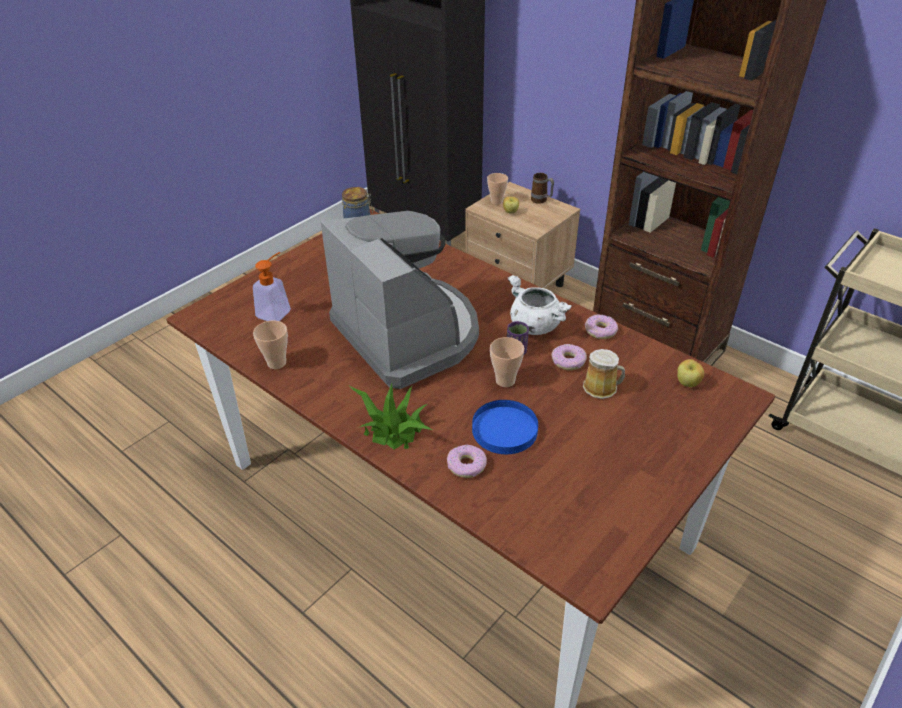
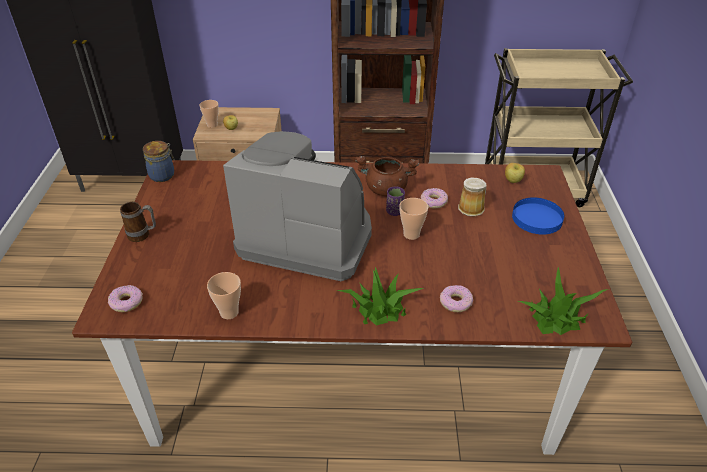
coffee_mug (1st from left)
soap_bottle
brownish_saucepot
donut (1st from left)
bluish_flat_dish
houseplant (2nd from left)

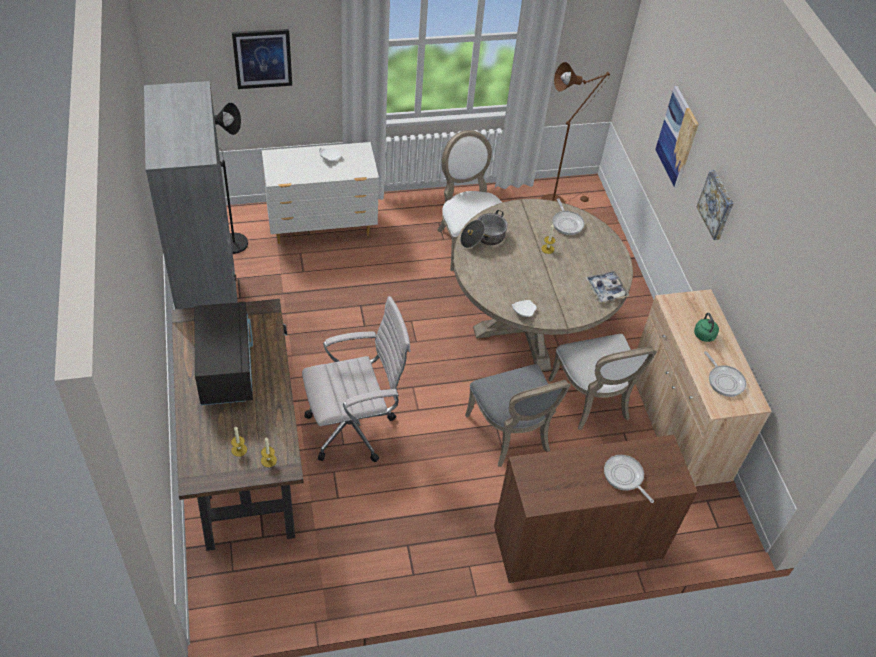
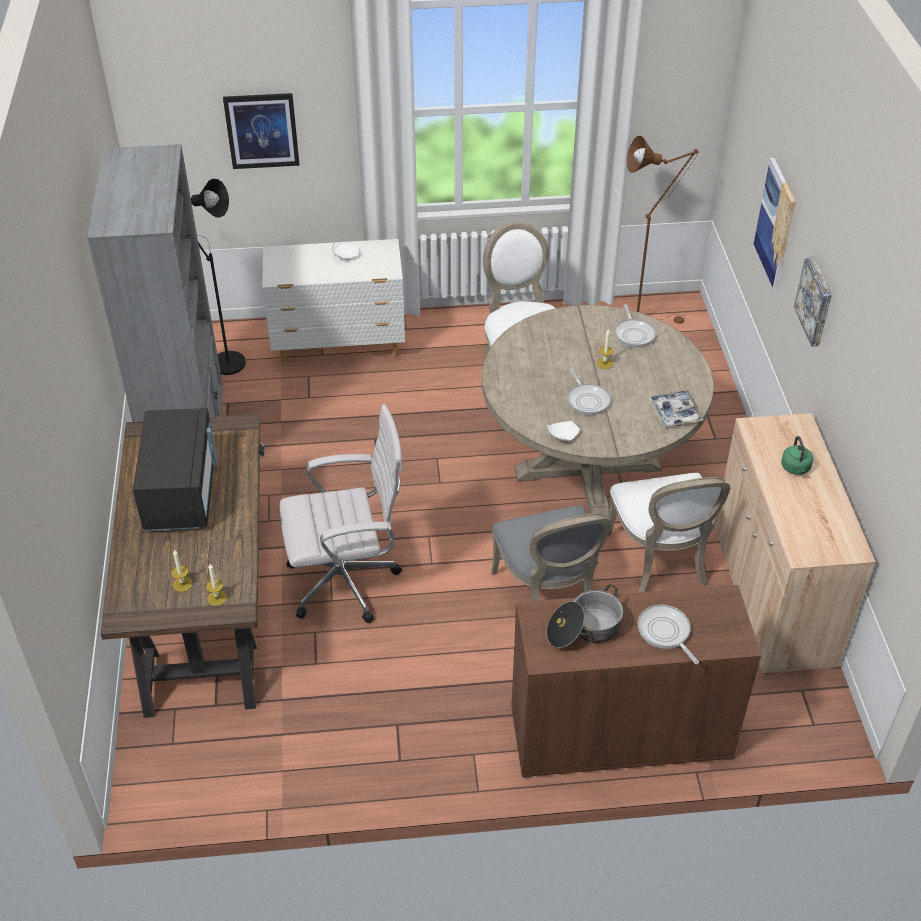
saucepot
pan (1st from left)

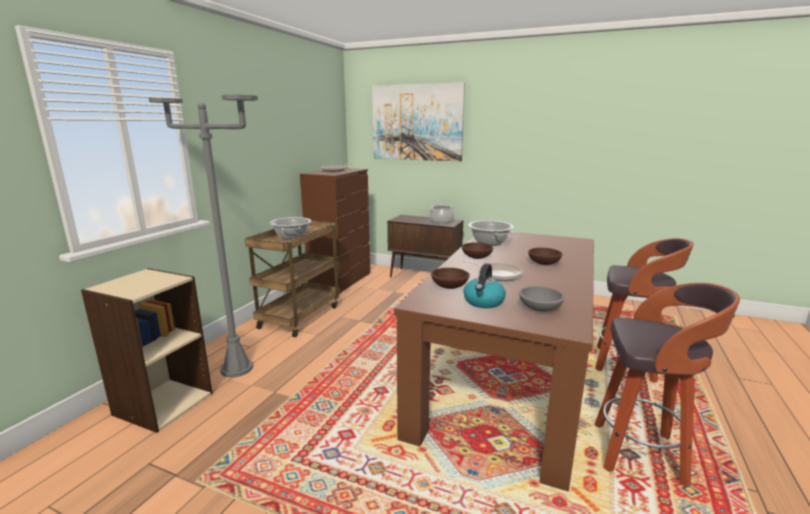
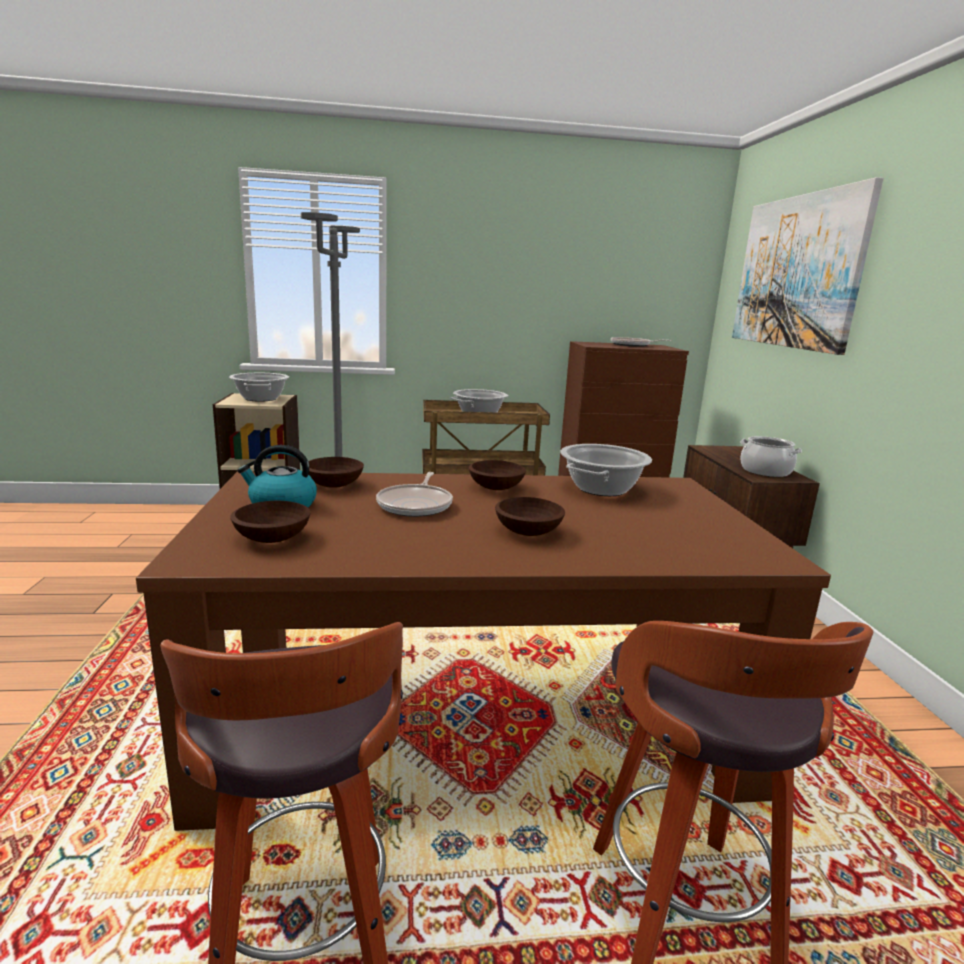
brownish_serving_bowl (1st from left)
saucepot (1st from left)

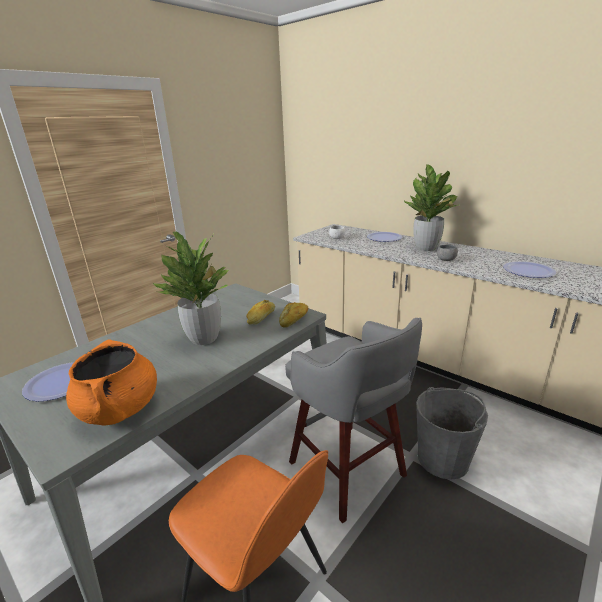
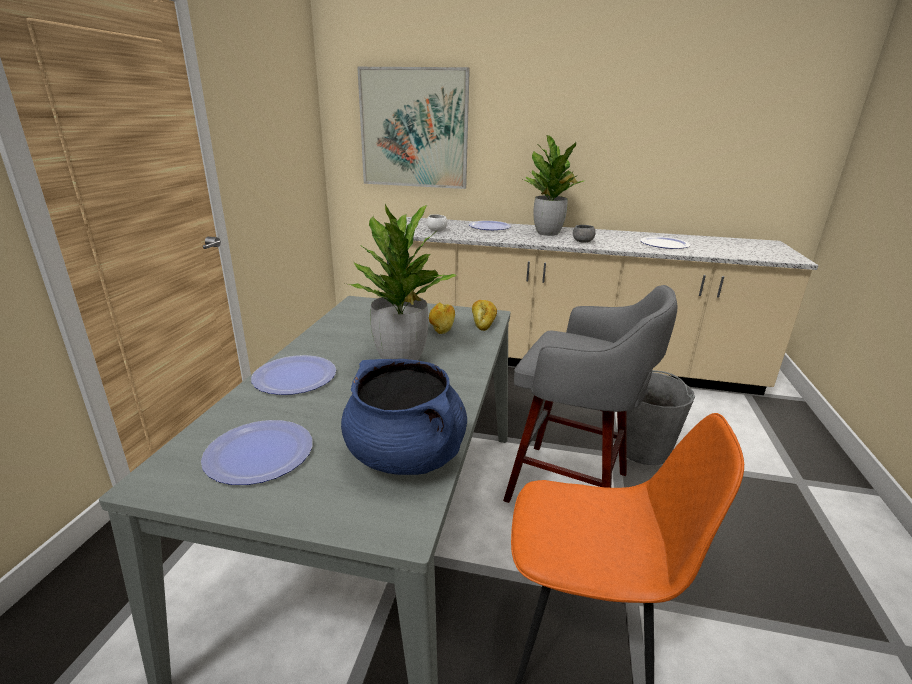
bluish_saucepot
picture
flat_dish (2nd from left)

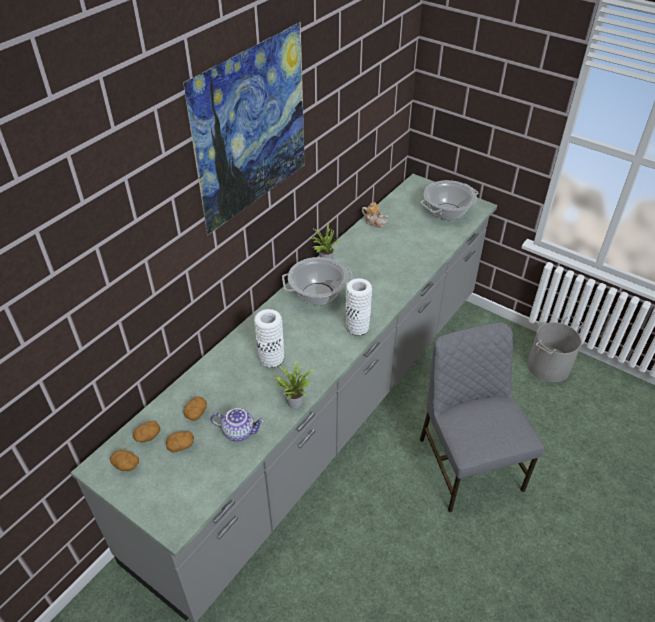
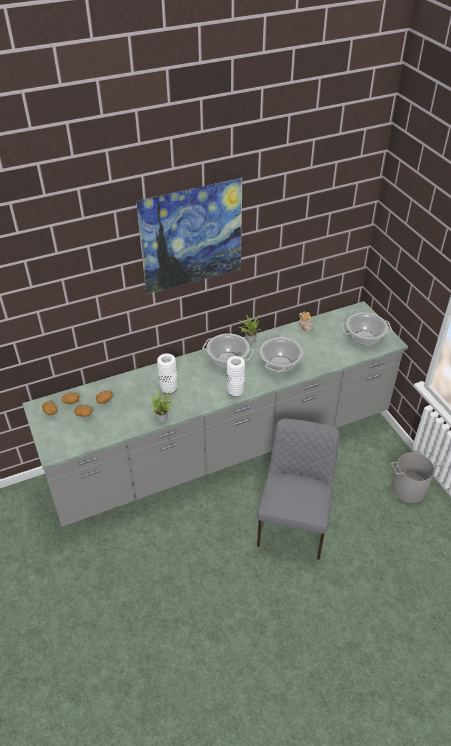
tea_pot (1st from left in the first image)
saucepot (2nd from left)

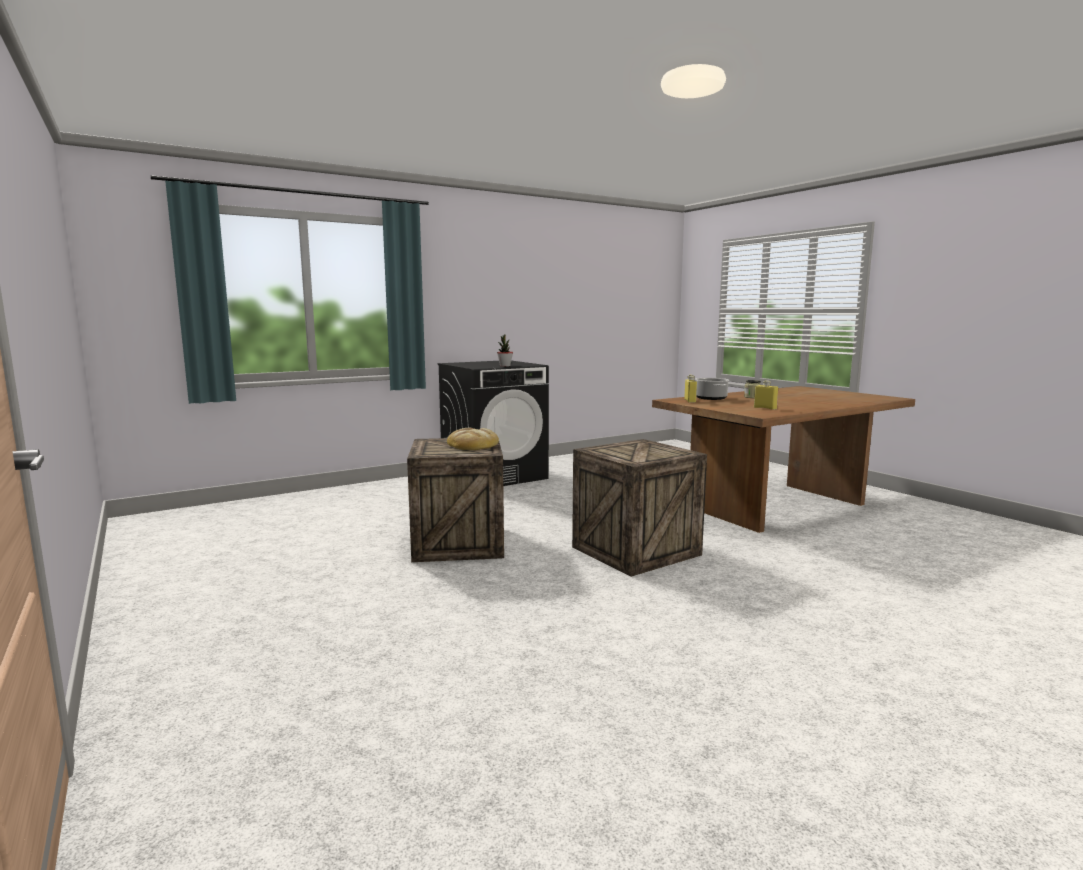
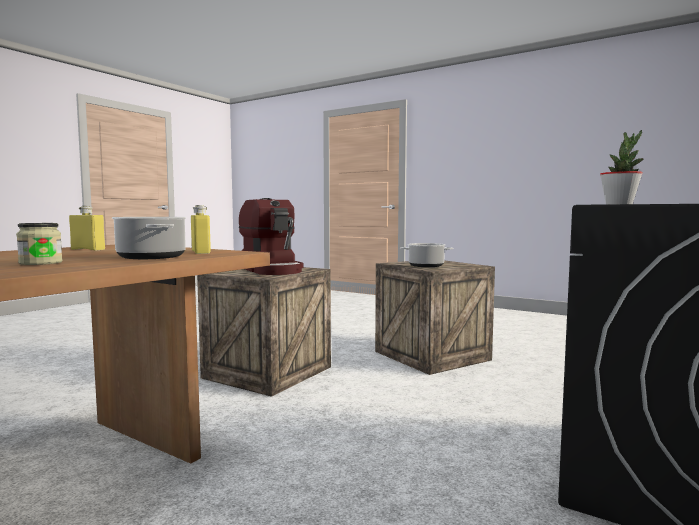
saucepot (2nd from left)
coffee_brewer

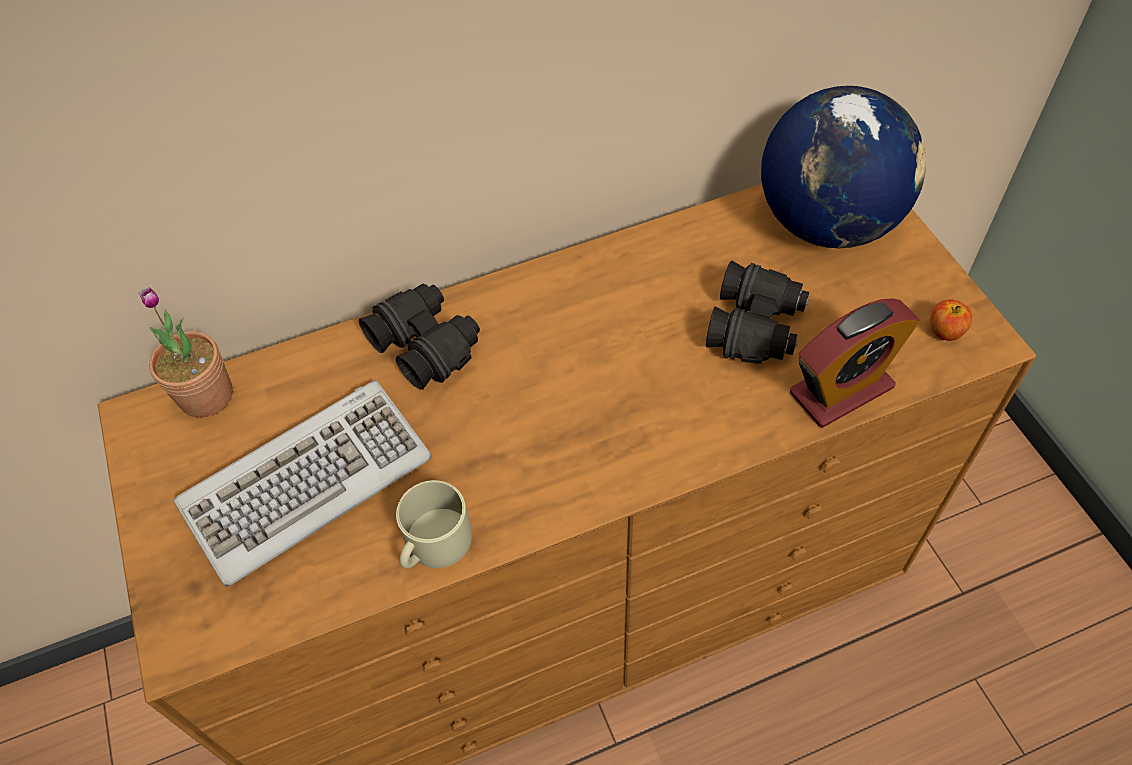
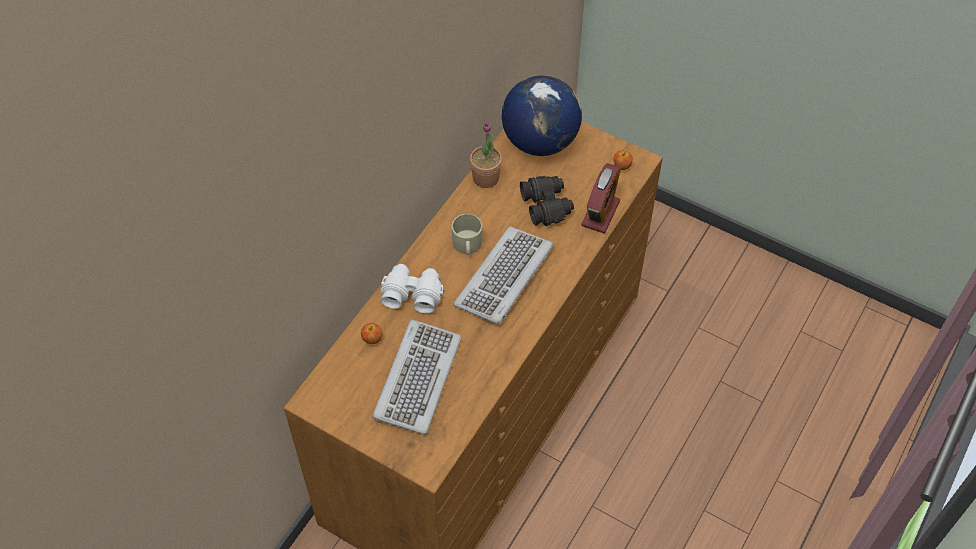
white-coloured_pair_of_binoculars
houseplant
beige-coloured_coffee_mug
PC_keyboard (2nd from left)
apple_fruit (1st from left)

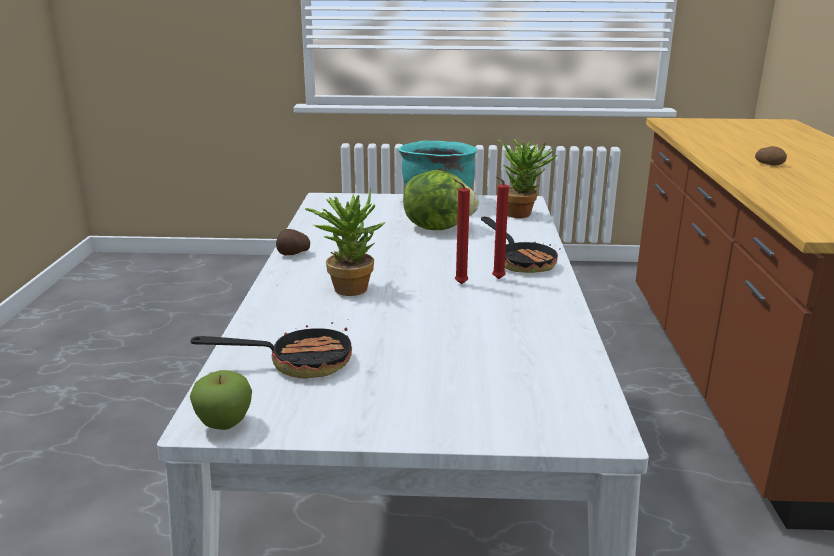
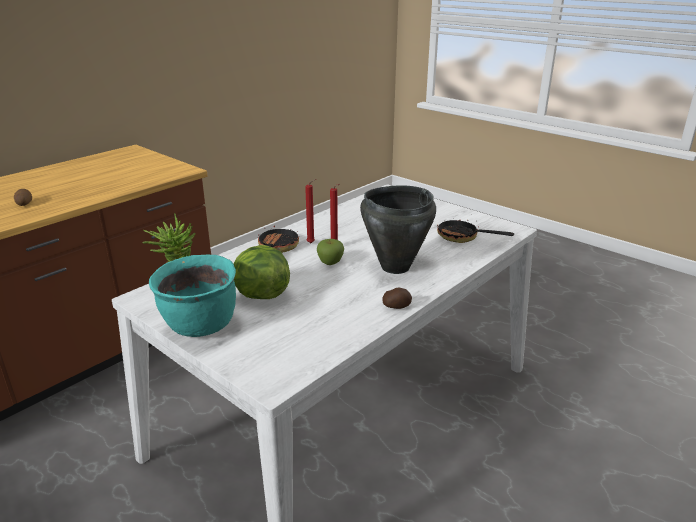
black-coloured_saucepot
apple_fruit

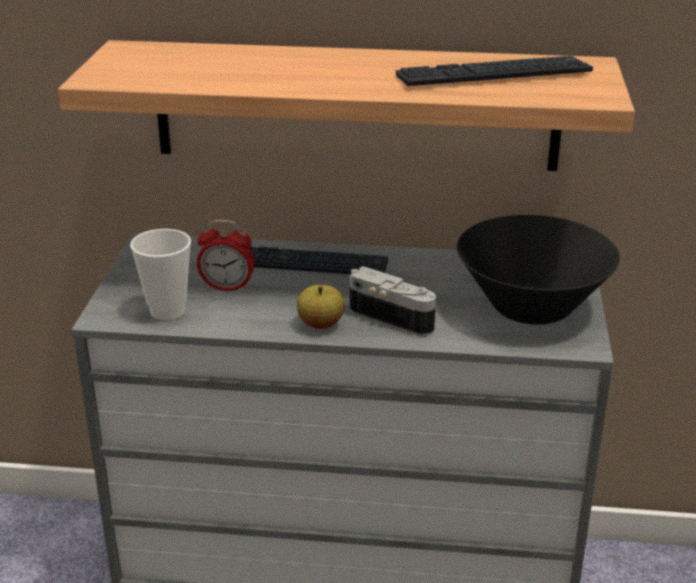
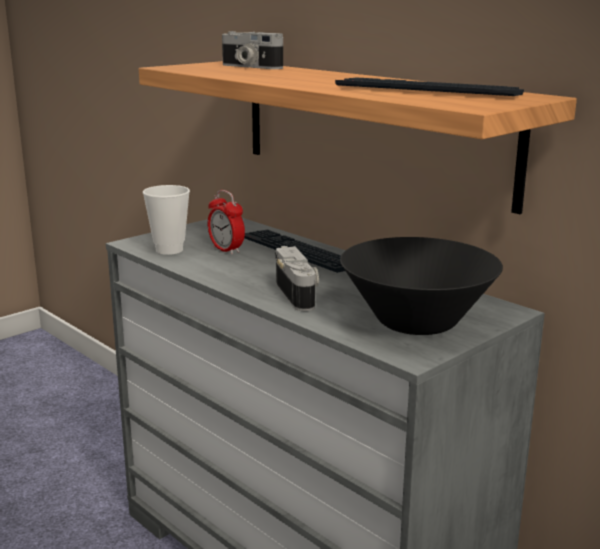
apple_fruit
still_camera (1st from left)

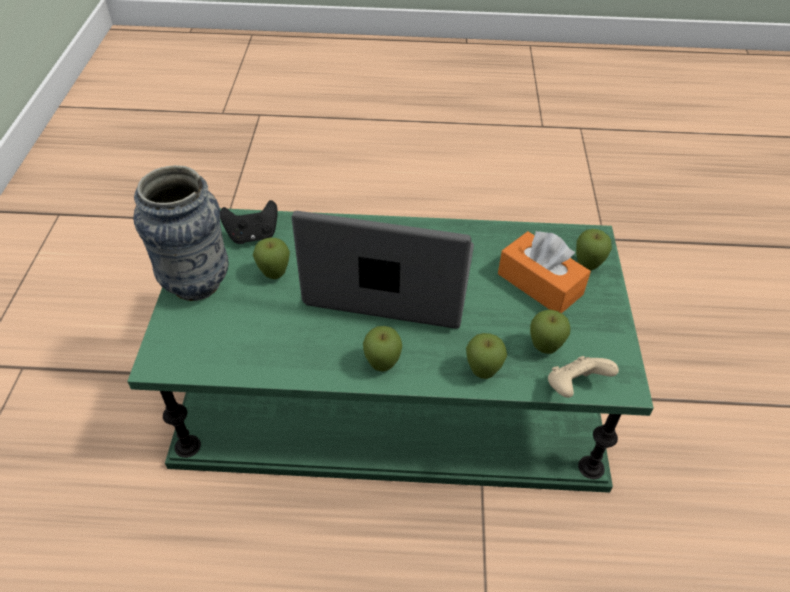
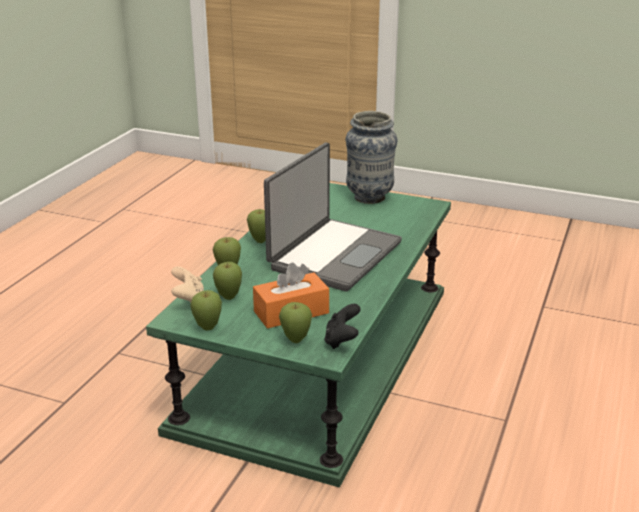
black-coloured_joypad
apple_fruit (1st from left)

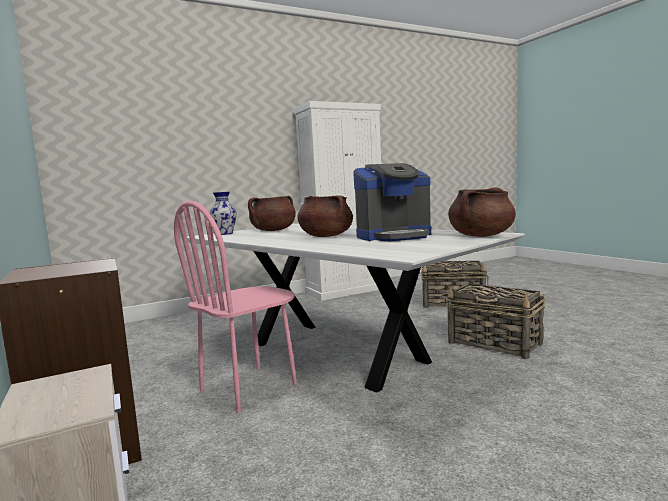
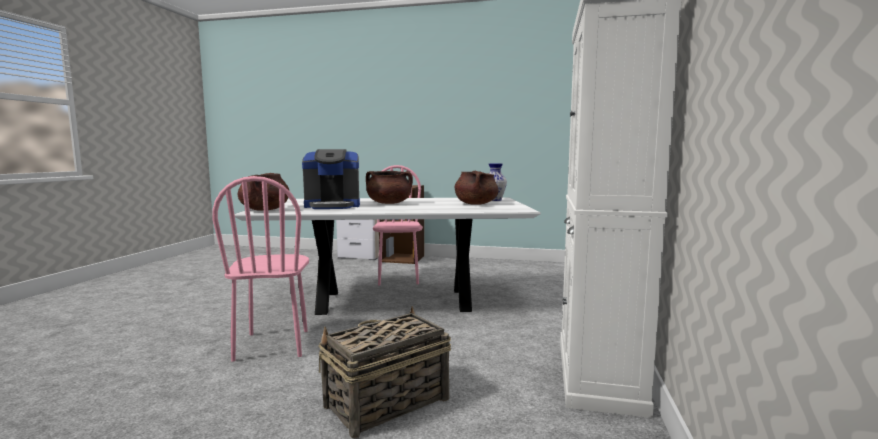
coffee_brewer
pink_chair (1st from left)

